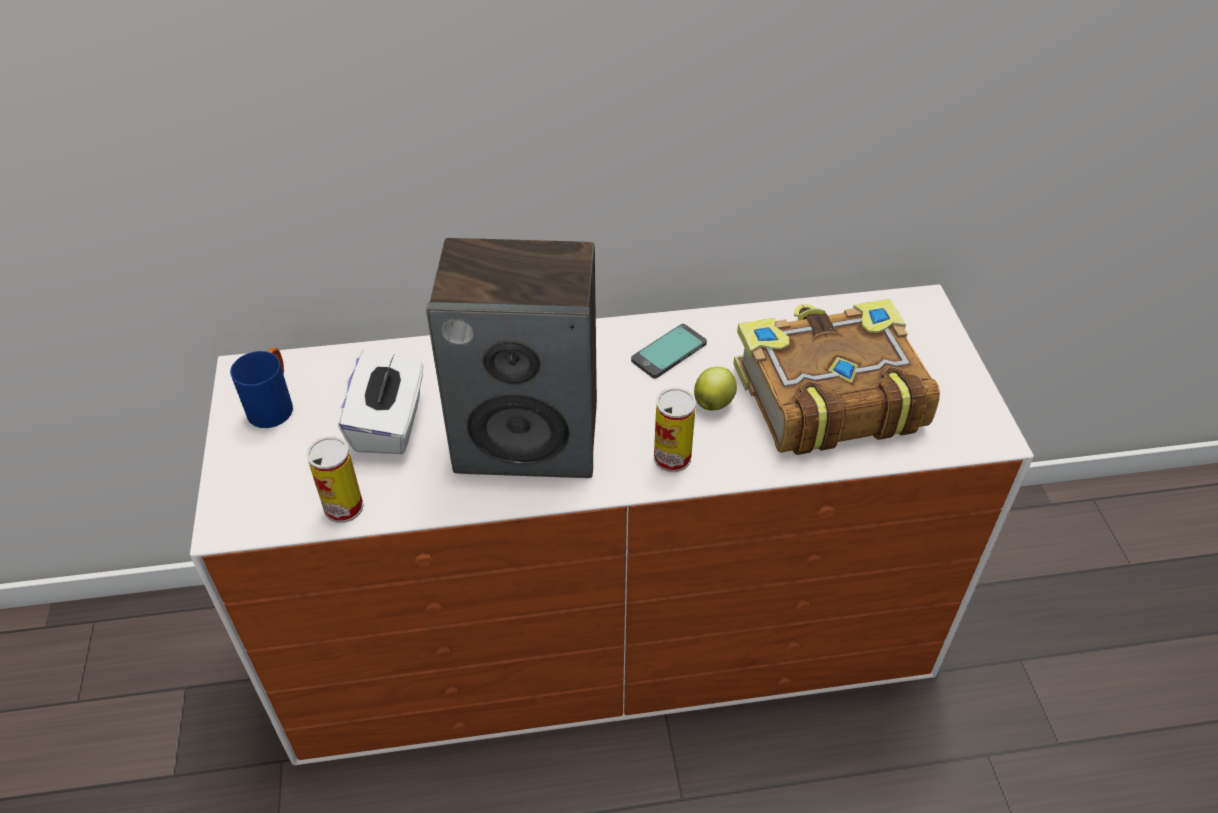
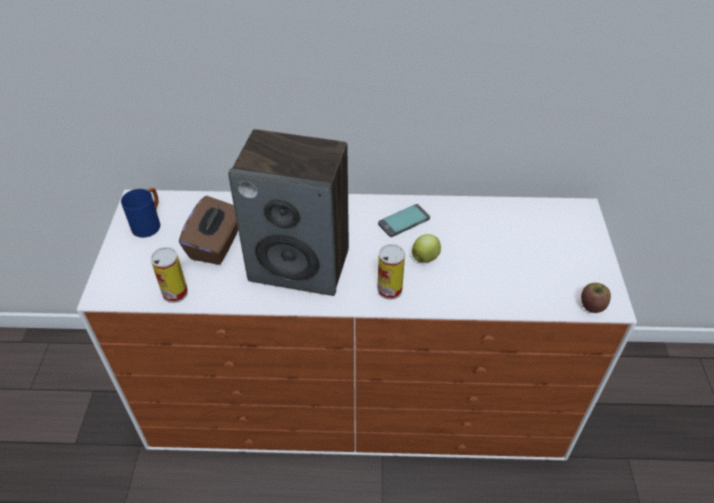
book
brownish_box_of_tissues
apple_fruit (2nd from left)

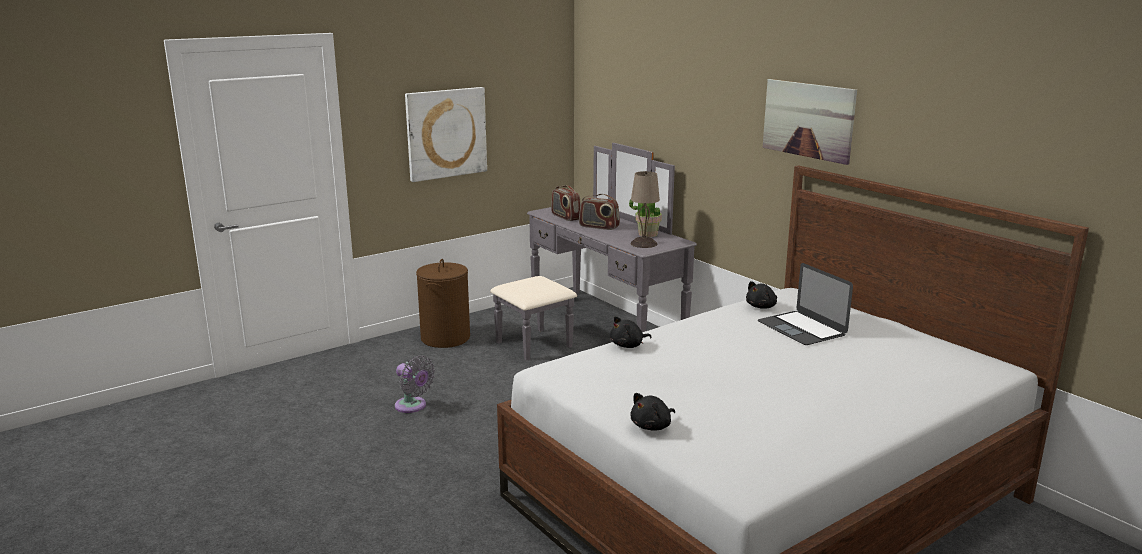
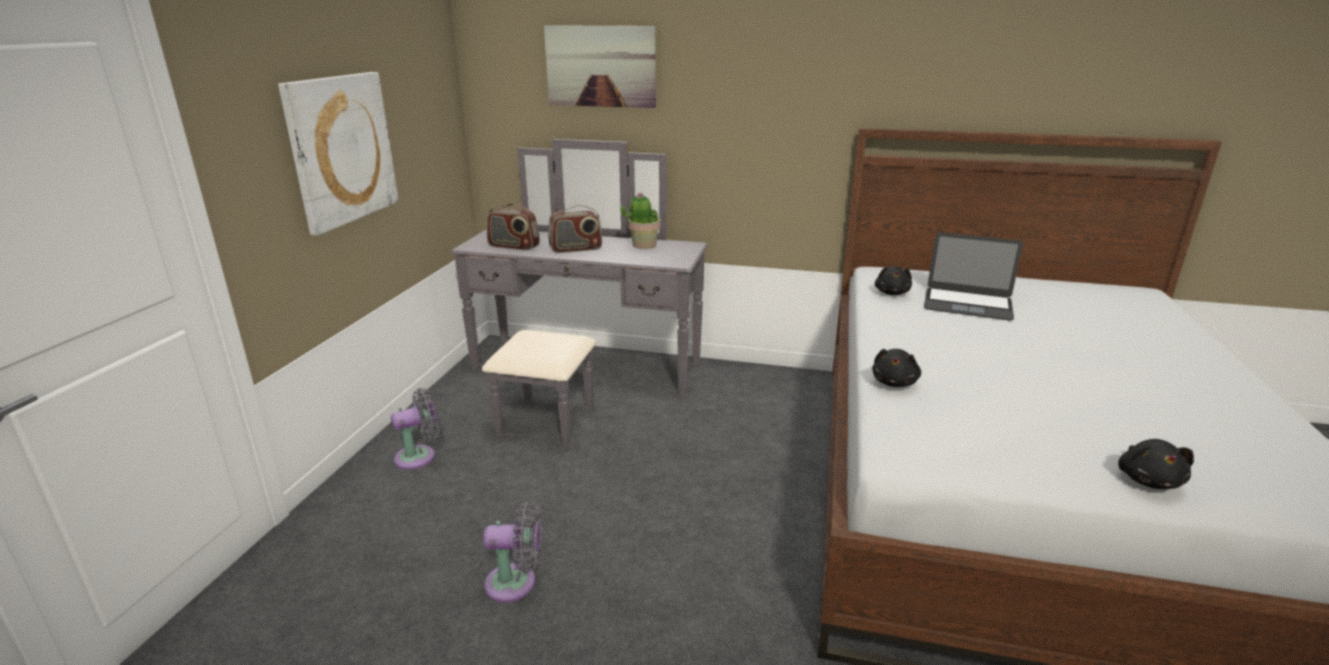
picture (2nd from left)
beige-coloured_table_lamp
gray_fan (1st from left)

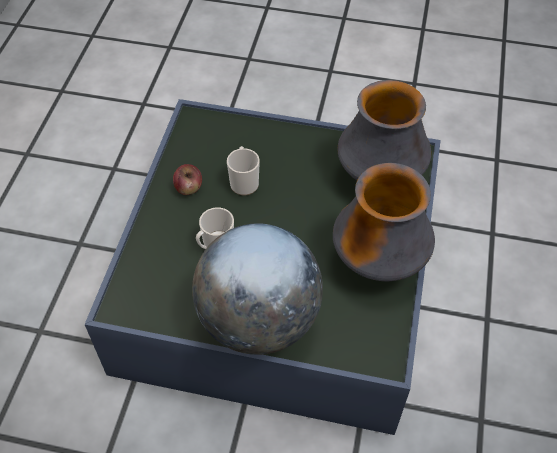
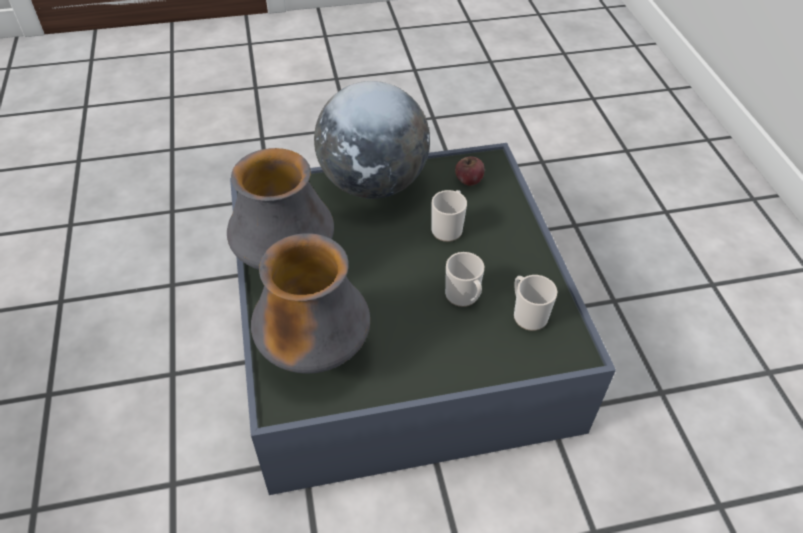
apple_fruit
coffee_mug (3rd from left)

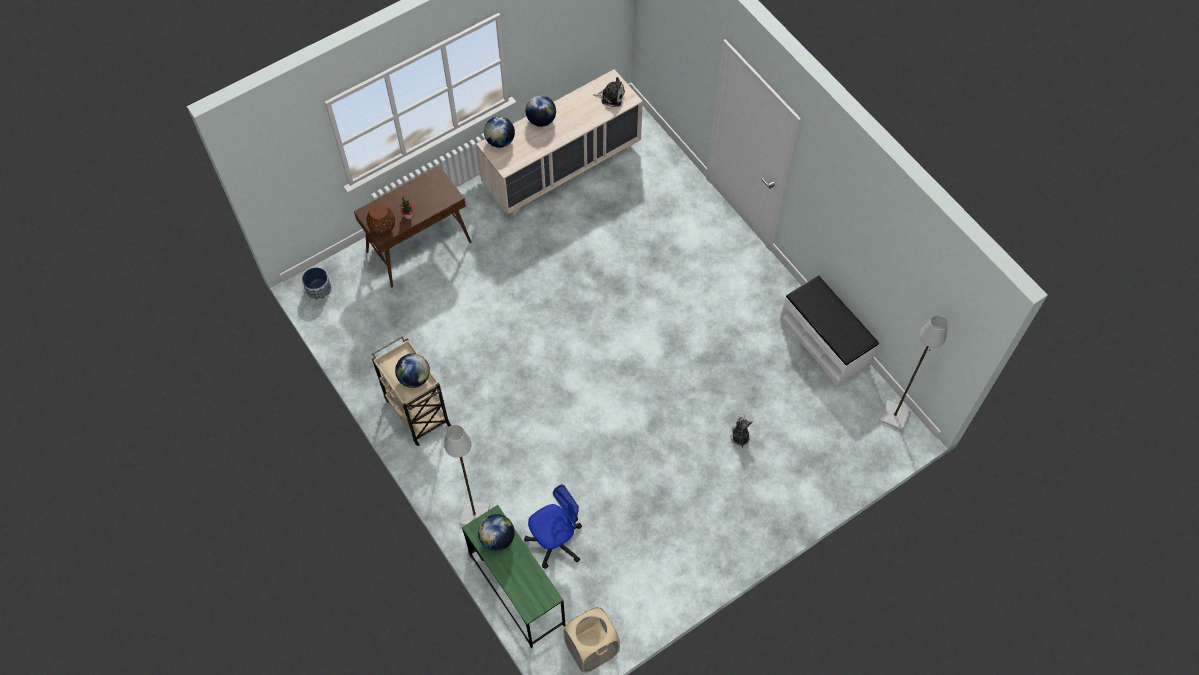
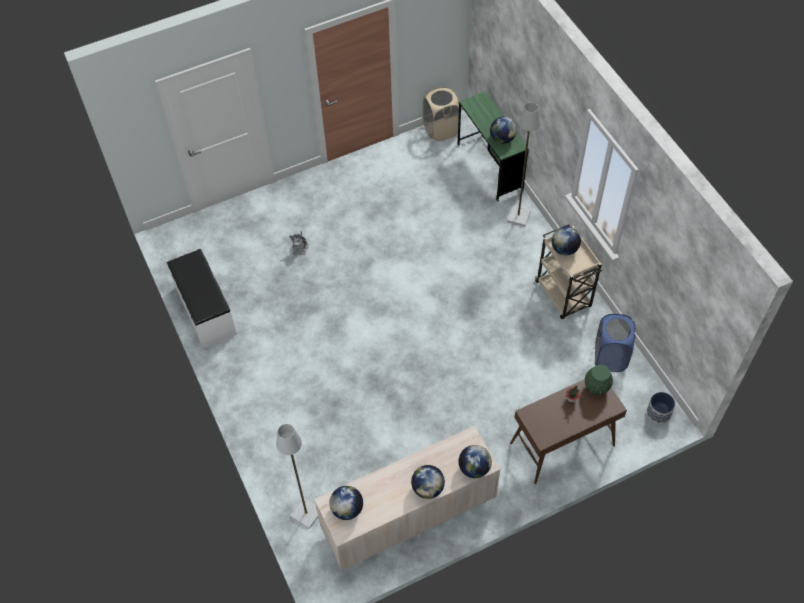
globe (1st from left)
green-coloured_flower_vase
gray_floor_lamp (1st from left)
desk_chair
bluish_hamper

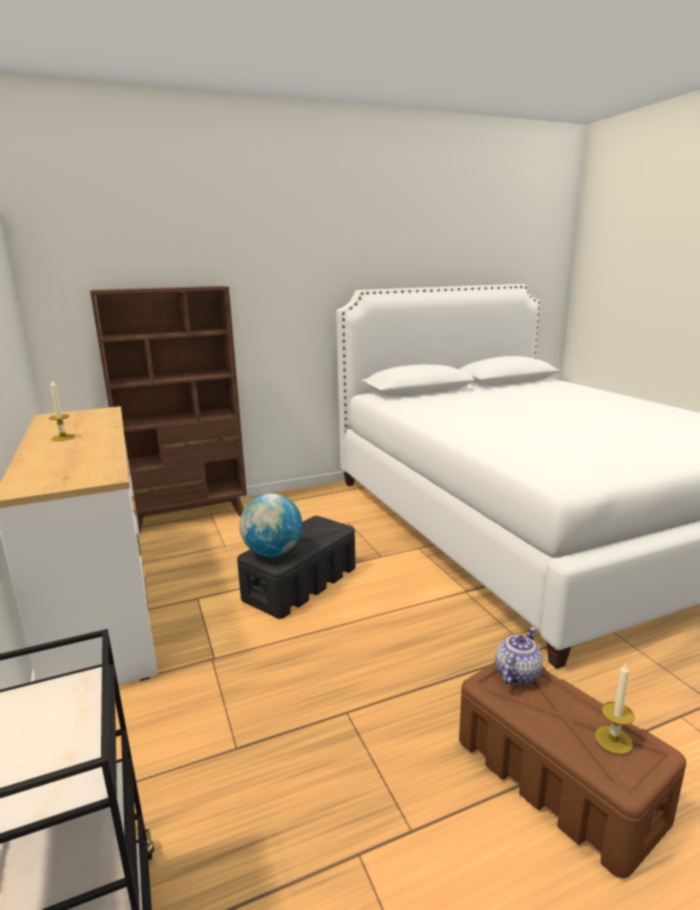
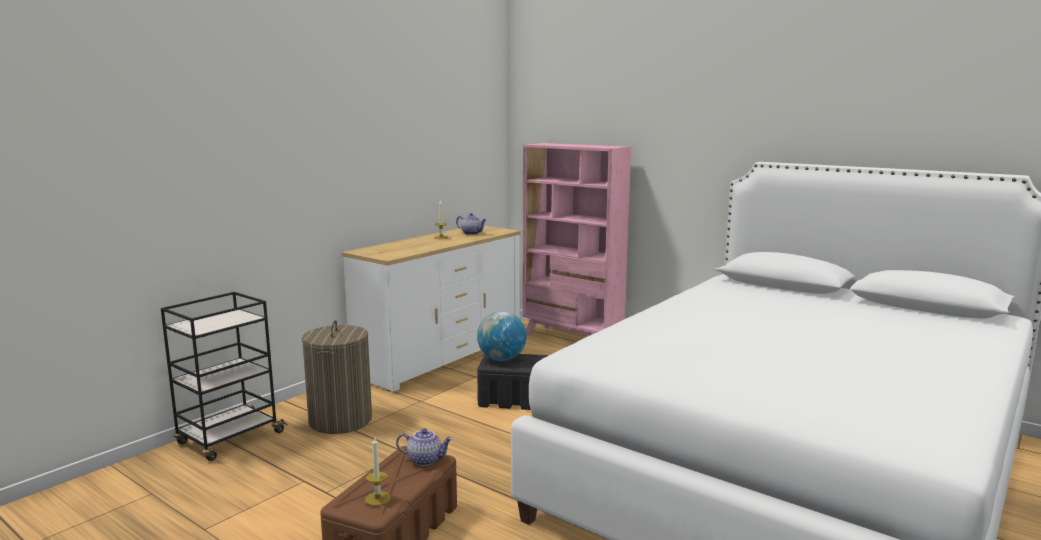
pink_bookshelf
tea_pot (2nd from left)
hamper

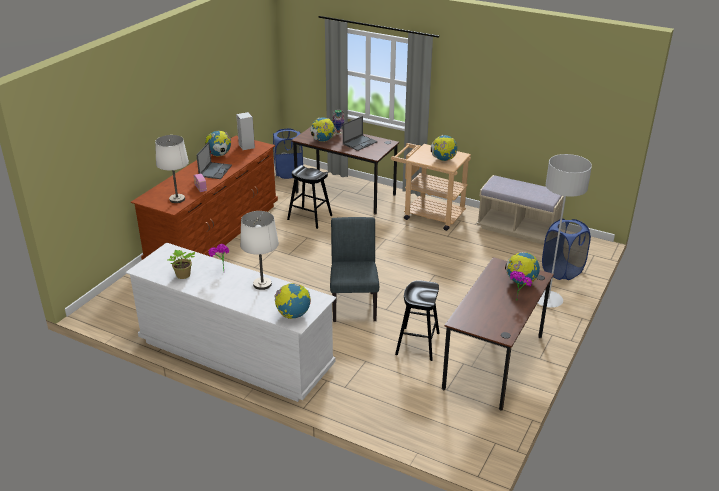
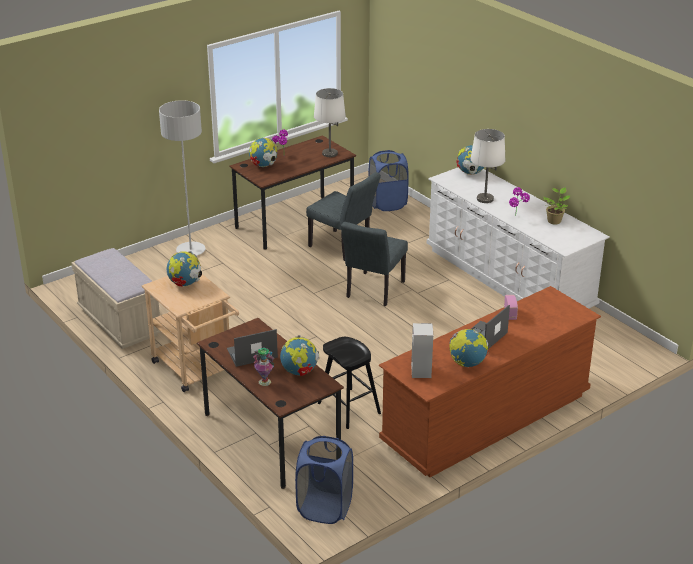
white-coloured_table_lamp (1st from left)
bluish_hamper (2nd from left)
gray_chair (1st from left)

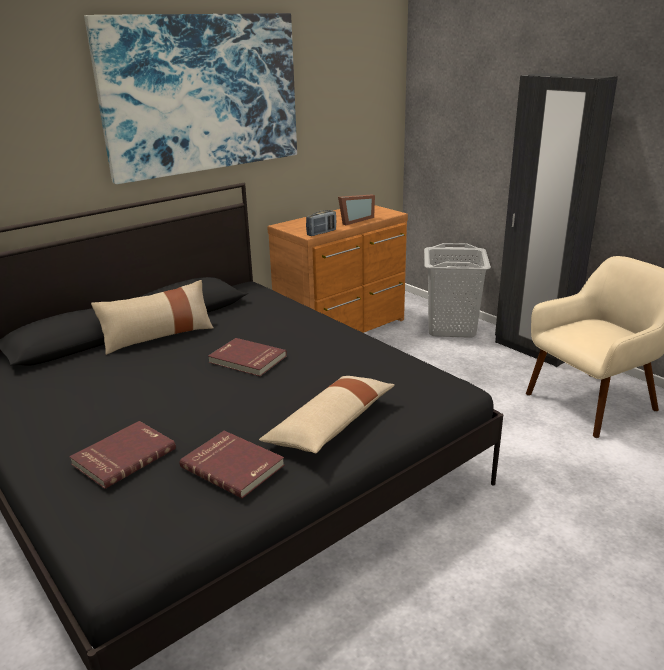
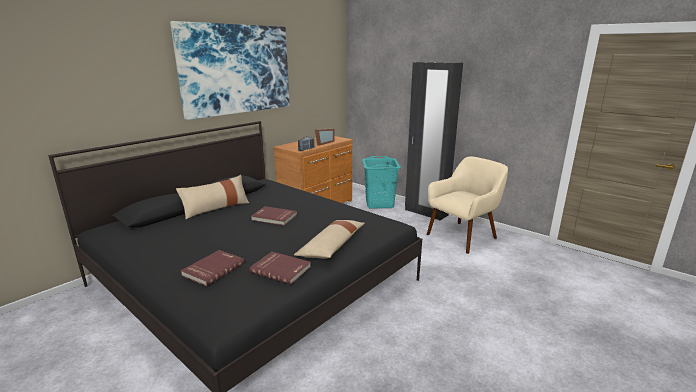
turquoise_hamper

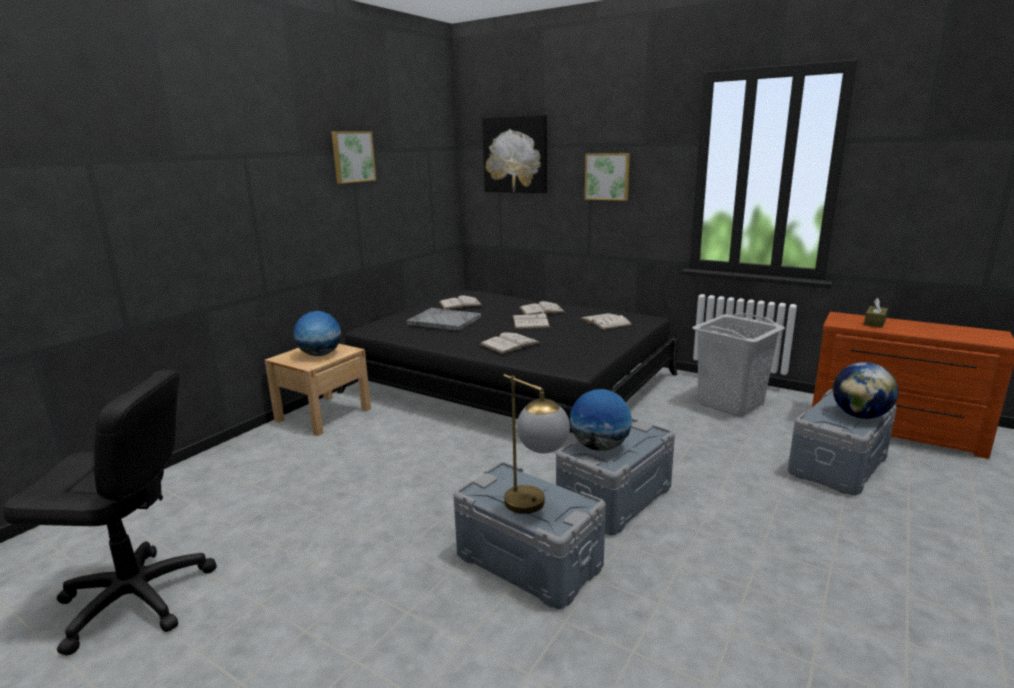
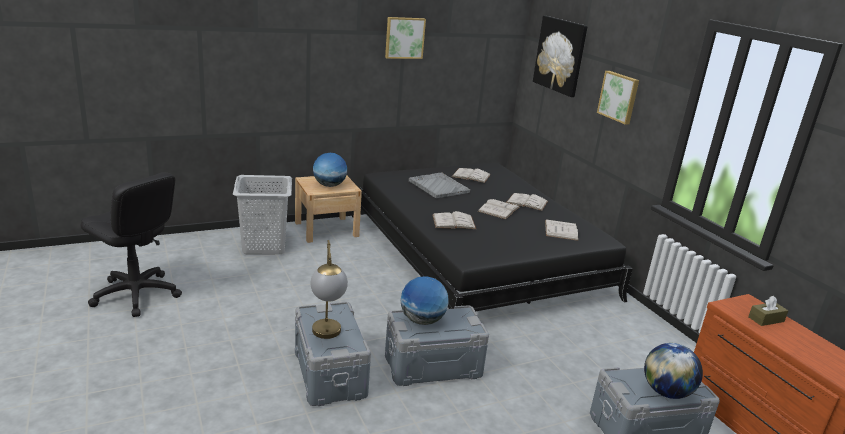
gray_hamper

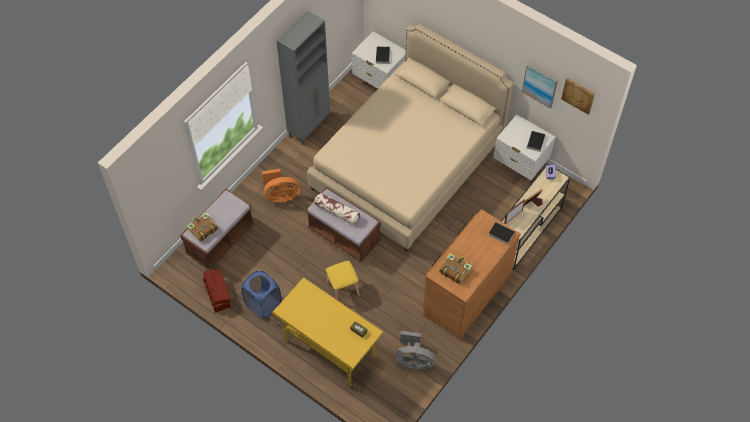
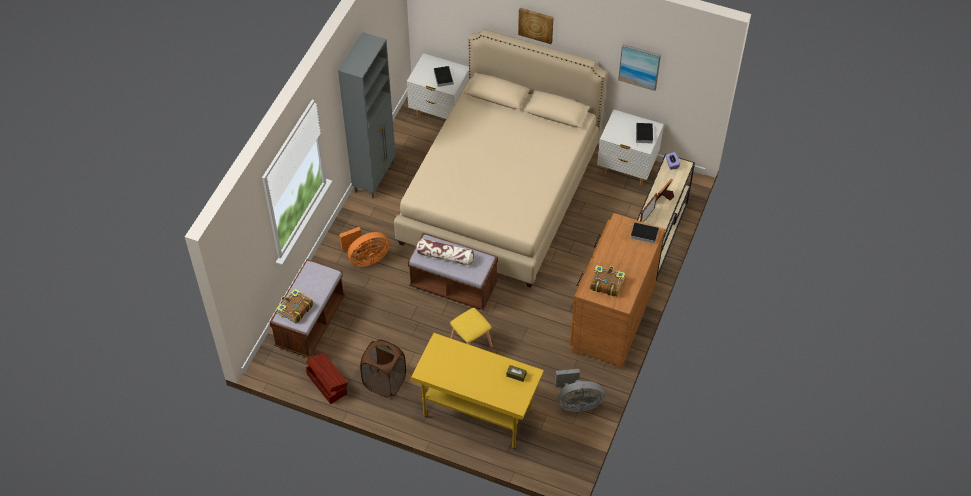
picture (1st from left)
brownish_hamper

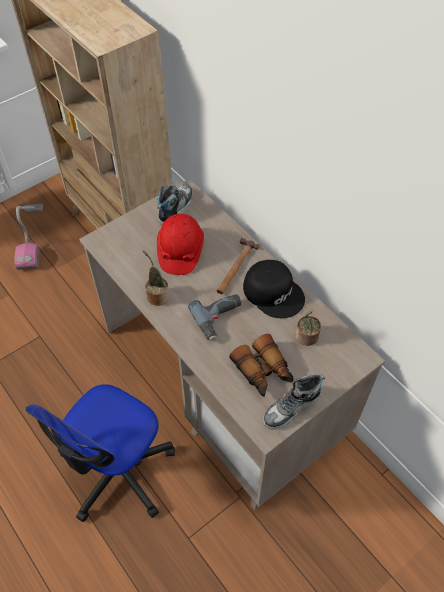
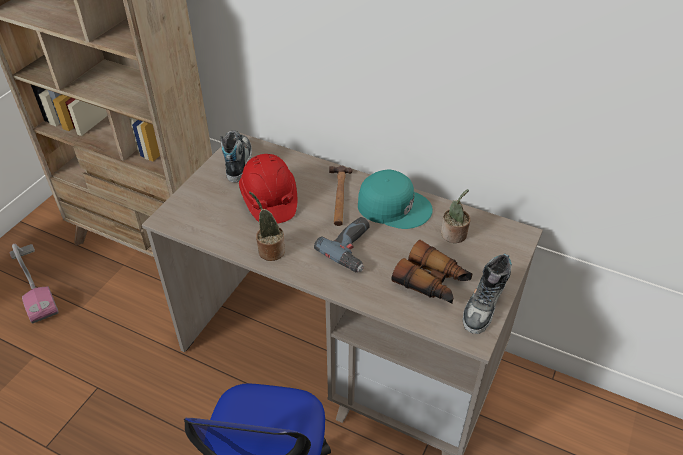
turquoise_cap

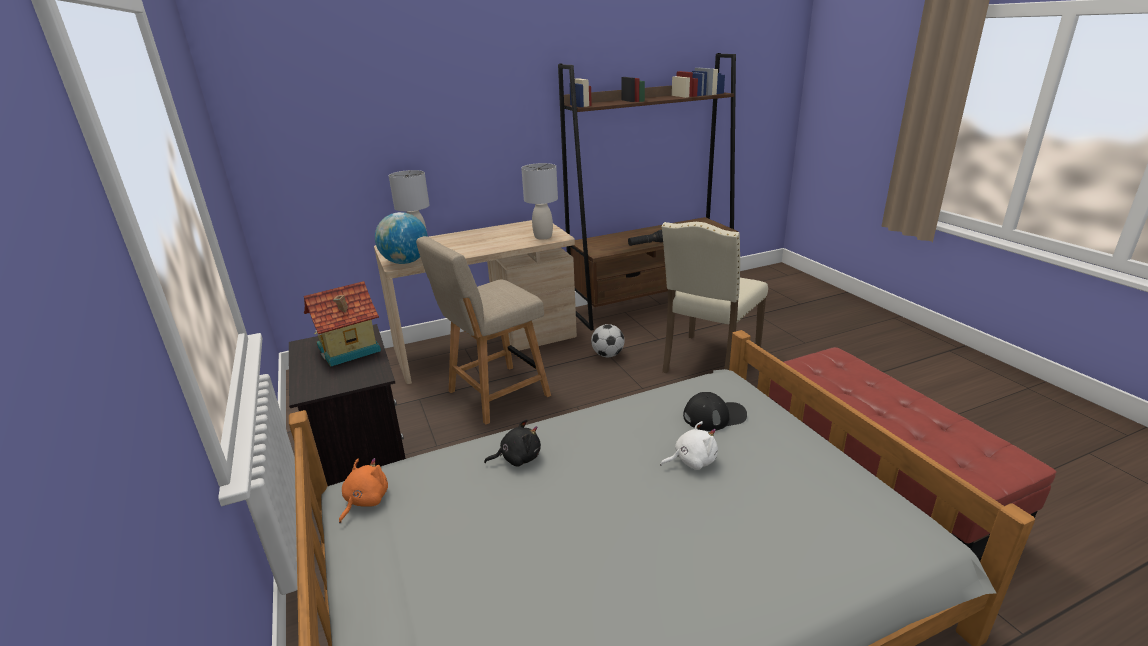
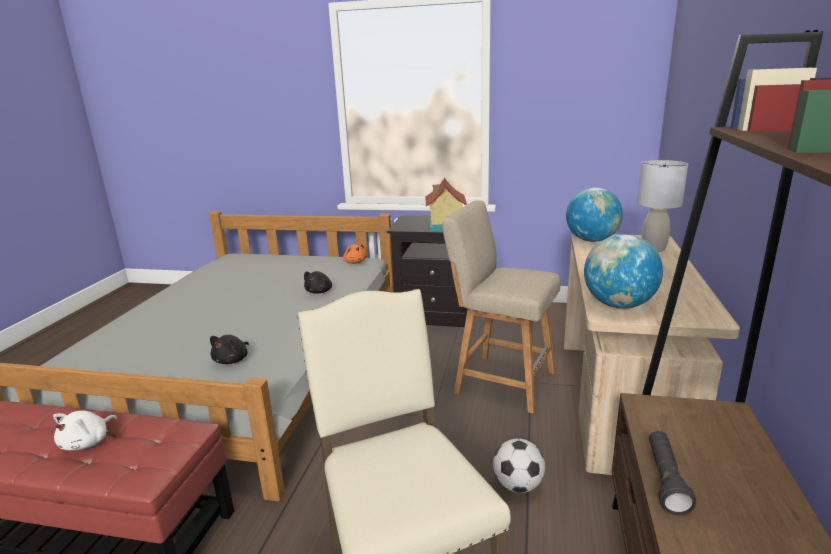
globe (2nd from left)
beige-coloured_chair (2nd from left)
black-coloured_soft_toy (1st from left)
white-coloured_soft_toy

